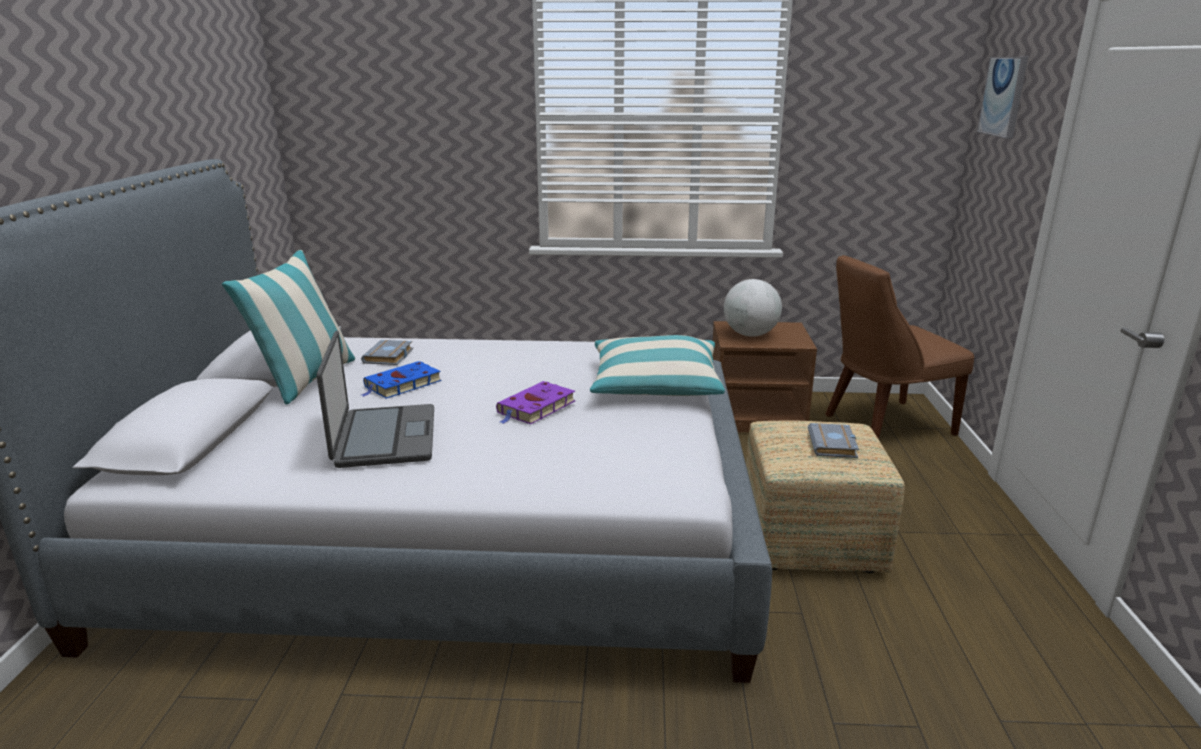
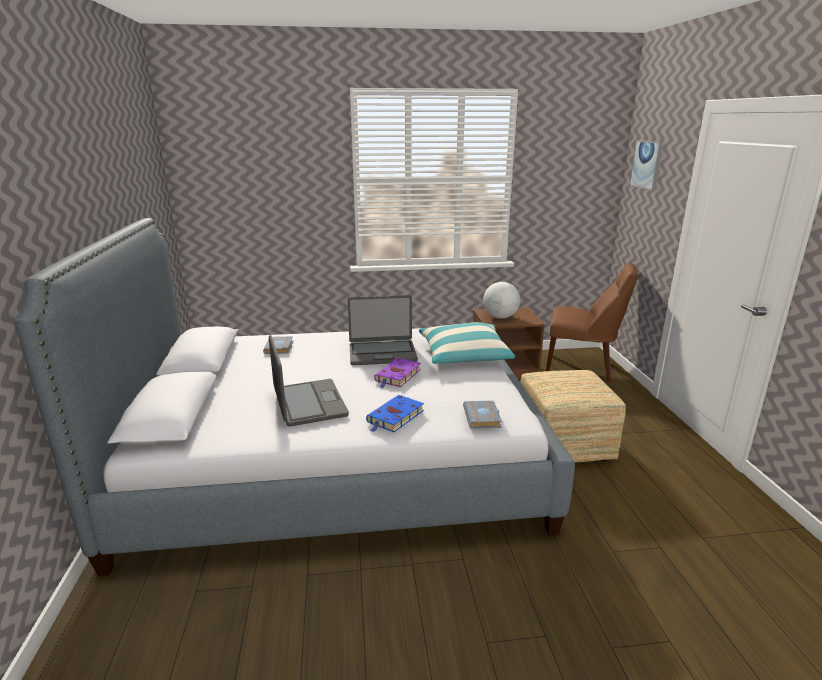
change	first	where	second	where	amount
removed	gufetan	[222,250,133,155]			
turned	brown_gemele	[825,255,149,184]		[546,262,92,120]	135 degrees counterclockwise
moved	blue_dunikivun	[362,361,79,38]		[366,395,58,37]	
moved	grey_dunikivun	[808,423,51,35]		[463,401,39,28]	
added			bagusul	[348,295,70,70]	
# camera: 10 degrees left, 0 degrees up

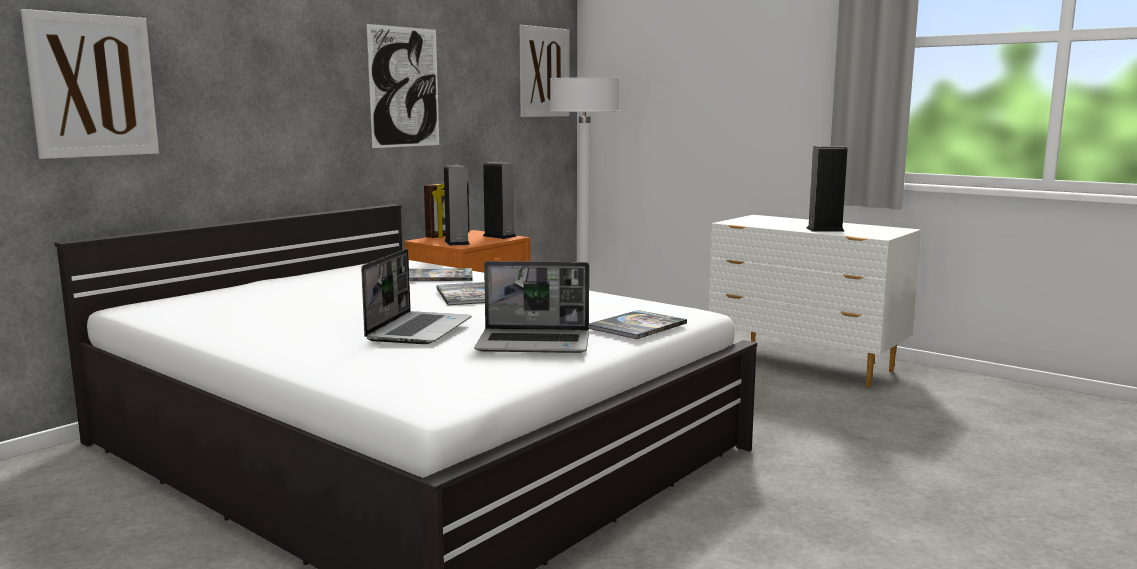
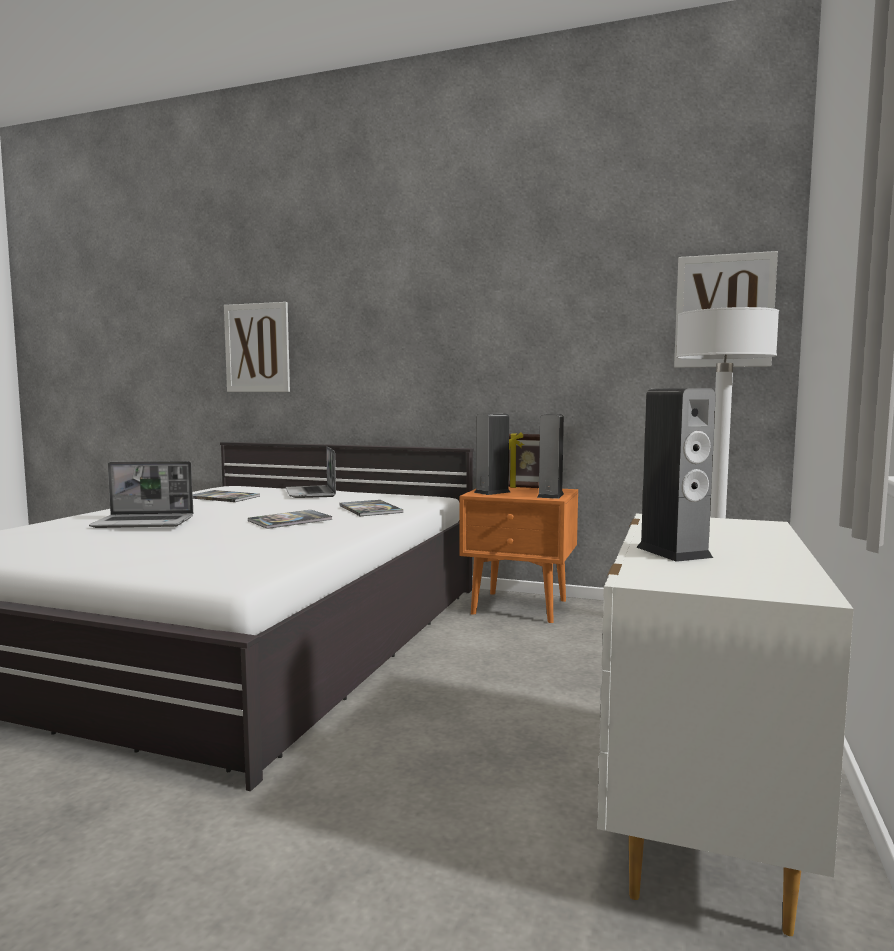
change	first	where	second	where	amount
removed	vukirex	[366,24,73,124]			
moved	bagusul	[474,261,115,92]		[286,446,50,52]	
moved	dunikivun	[589,310,98,29]		[193,490,67,12]	
# camera: 70 degrees right, 5 degrees down

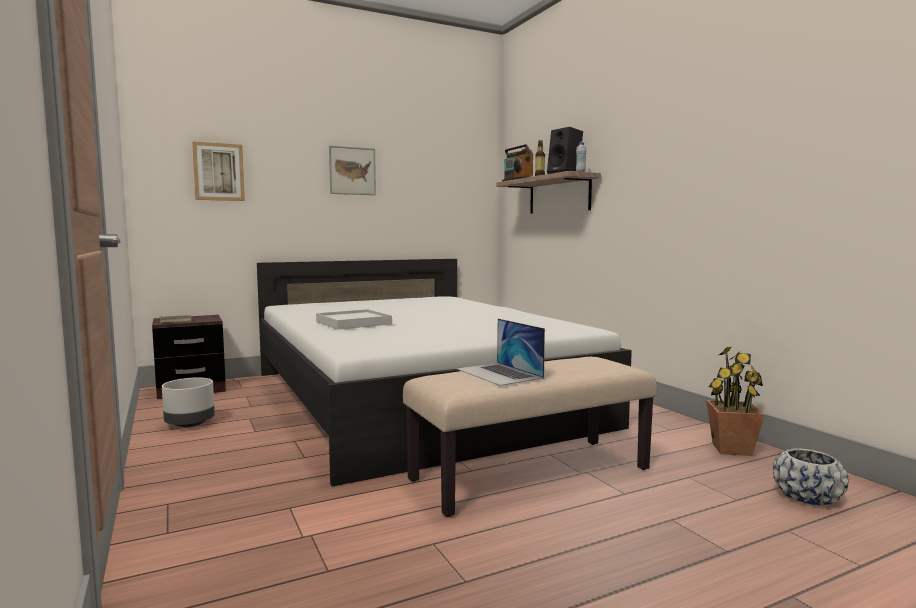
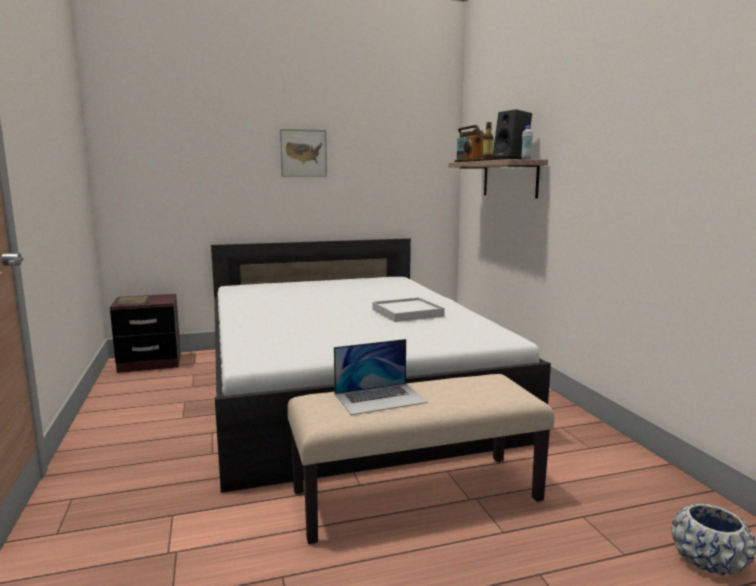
change	first	where	second	where	amount
removed	vukirex	[192,141,53,60]			
moved	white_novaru	[316,309,76,21]		[373,297,72,25]	
turned	bagusul	[457,319,88,67]		[334,339,94,76]	90 degrees counterclockwise
removed	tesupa	[706,347,59,109]			
removed	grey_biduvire	[162,377,53,50]			
# camera: 10 degrees right, 5 degrees up

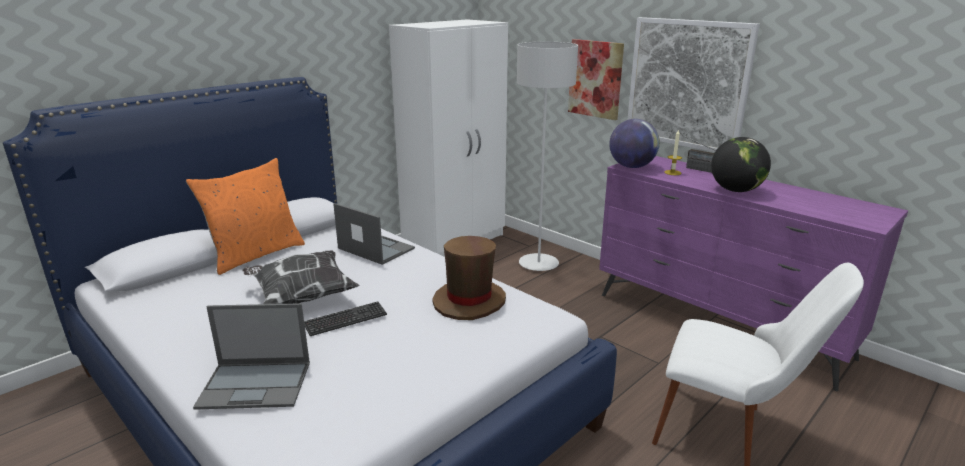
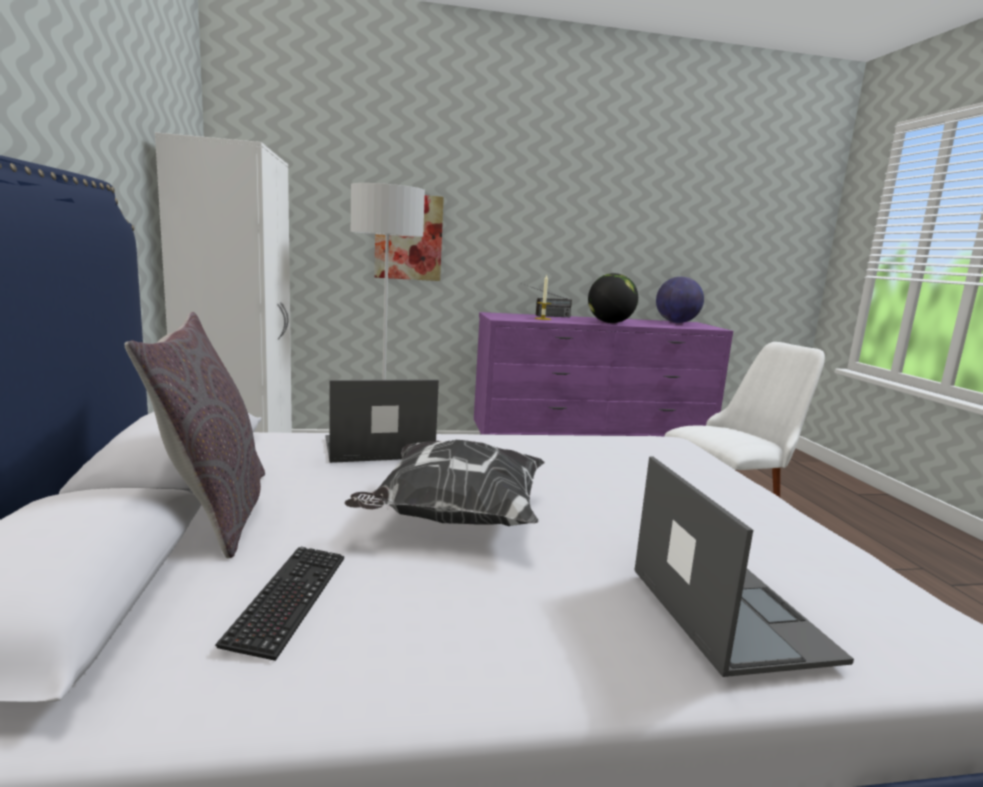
change	first	where	second	where	amount
removed	vukirex	[627,17,133,135]			
moved	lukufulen	[609,119,51,49]		[656,277,48,46]	
recoloured	orange_gufetan	[186,158,119,117]	grey_gufetan	[124,312,141,247]	
removed	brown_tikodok	[432,236,74,84]			
moved	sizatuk	[304,301,83,35]		[215,547,129,114]	
turned	bagusul	[193,303,117,107]		[635,457,219,220]	45 degrees counterclockwise
# camera: 55 degrees left, 10 degrees down

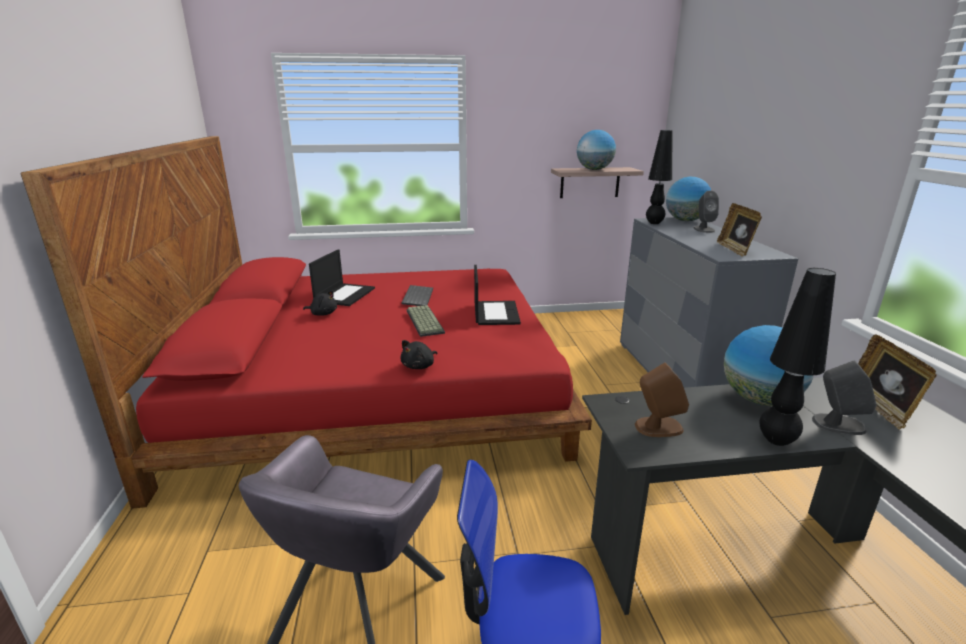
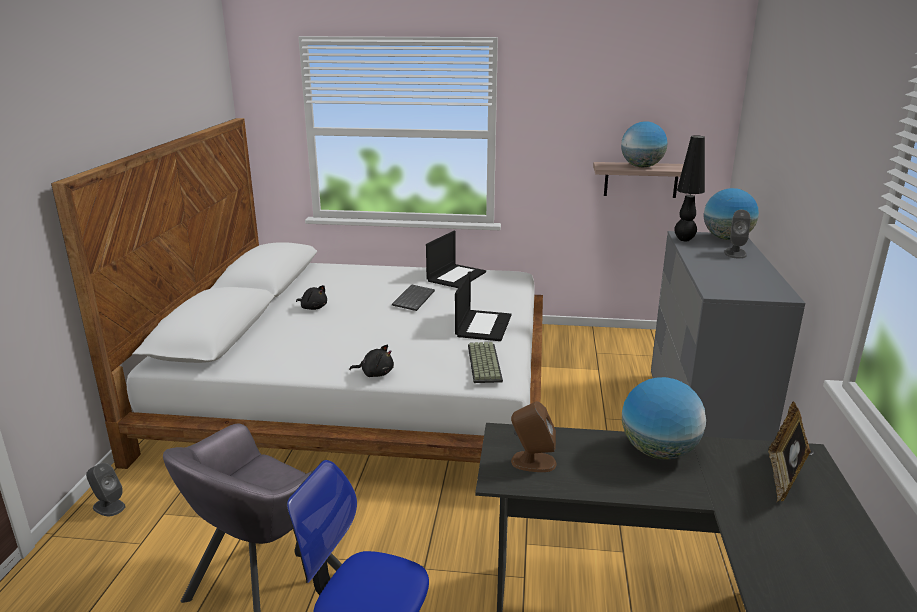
change	first	where	second	where	amount
recoloured	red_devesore	[20,136,572,373]	white_devesore	[51,118,492,351]	
removed	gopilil	[717,203,45,53]			
moved	bagusul	[309,250,66,56]		[426,231,60,57]	
removed	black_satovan	[759,268,77,178]			
moved	sizatuk	[407,305,38,32]		[468,342,35,41]	
turned	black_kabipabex	[400,340,37,29]		[349,345,45,32]	135 degrees counterclockwise
moved	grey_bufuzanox	[812,360,65,75]		[86,463,40,53]	
# camera: 15 degrees right, 0 degrees up

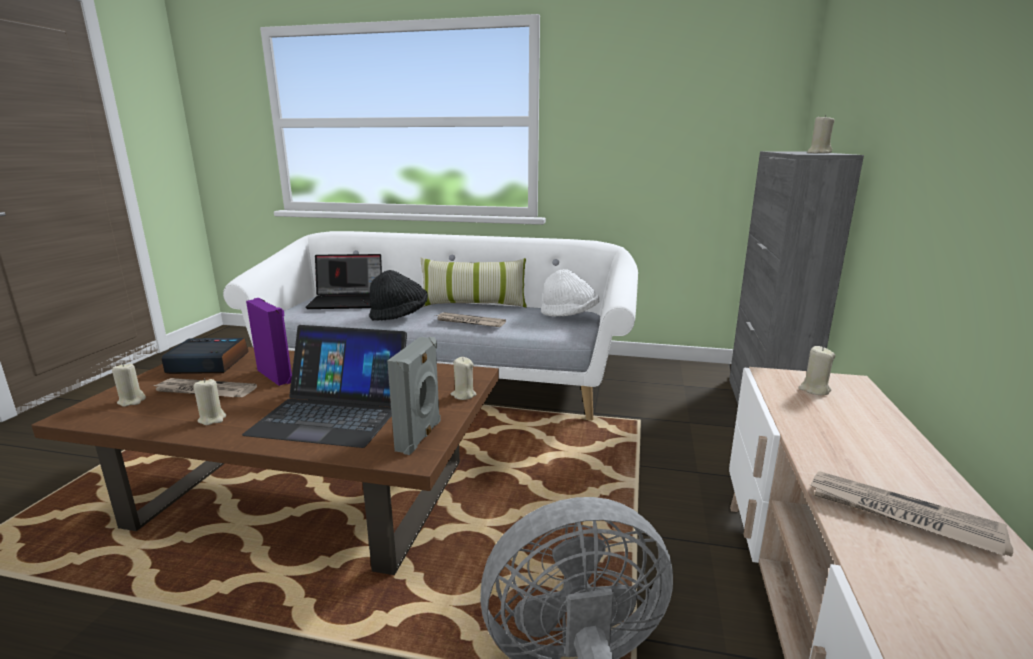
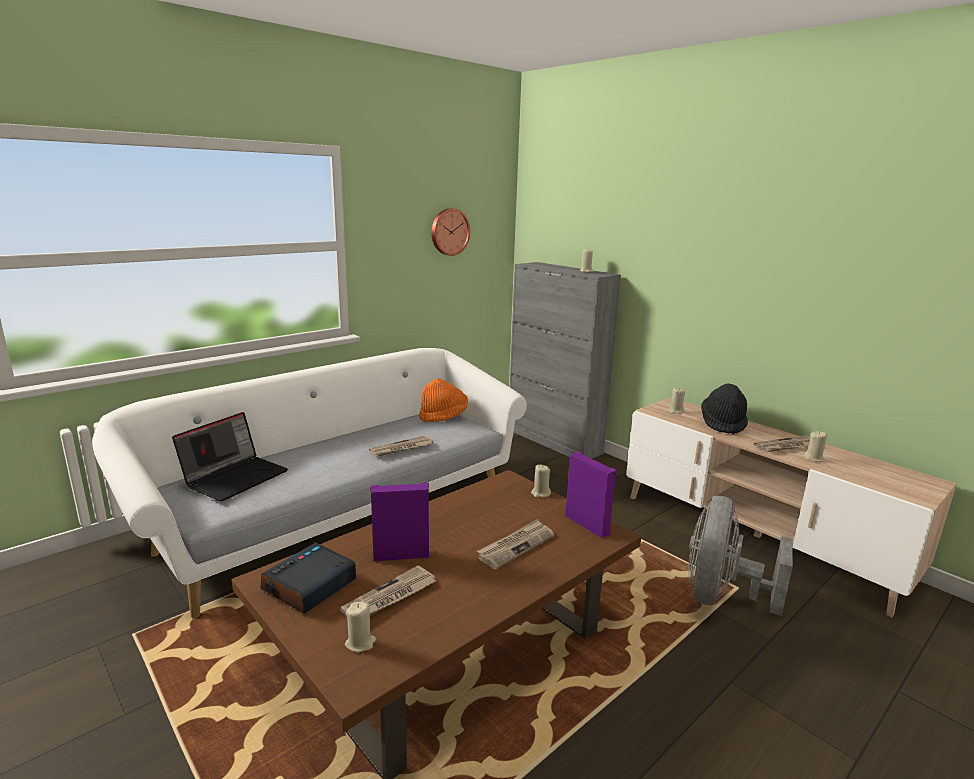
change	first	where	second	where	amount
removed	gufetan	[421,258,106,50]			
recoloured	white_tikodok	[541,269,58,48]	orange_tikodok	[419,379,49,43]	
moved	black_tikodok	[369,270,59,51]		[701,384,47,50]	
replaced	bagusul	[242,325,165,123]	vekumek	[477,519,77,51]	
recoloured	grey_bufuzanox	[387,337,54,118]	purple_bufuzanox	[565,452,52,86]	
moved	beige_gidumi	[194,378,32,47]		[804,431,23,31]	
added			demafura	[431,208,39,48]	
# camera: 55 degrees left, 0 degrees up

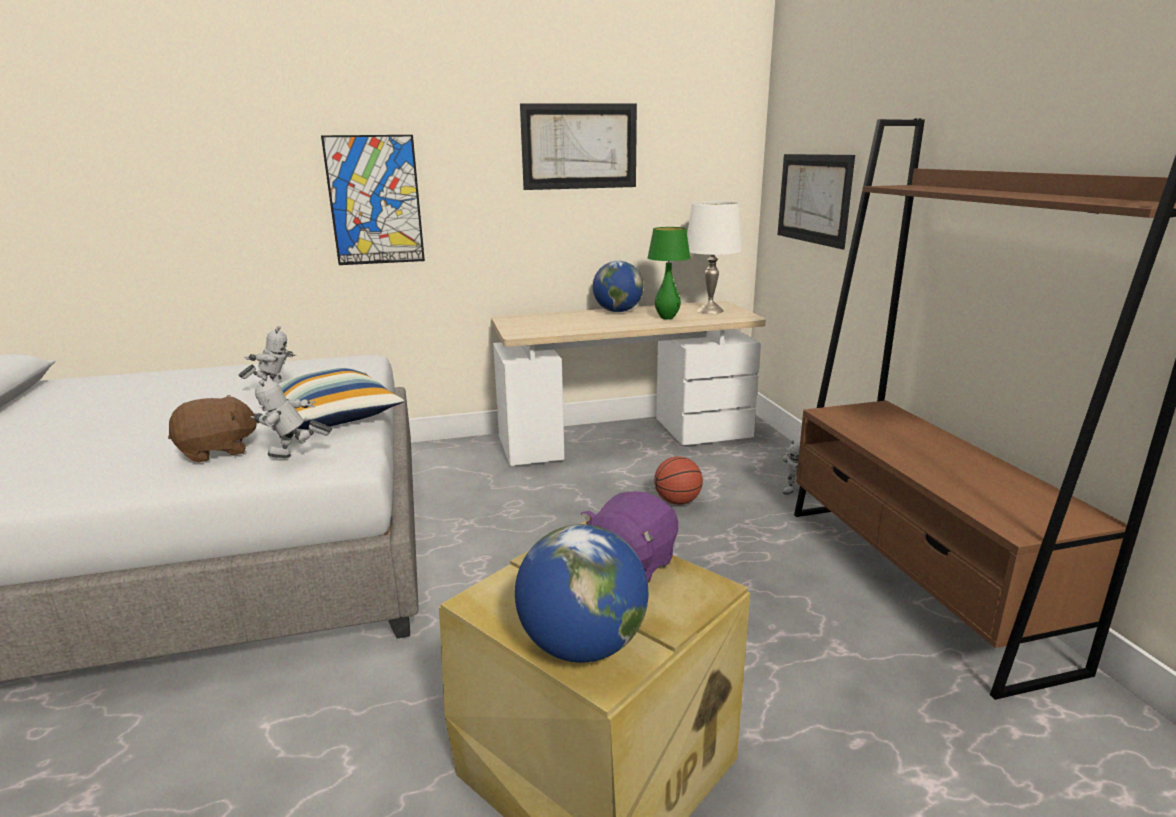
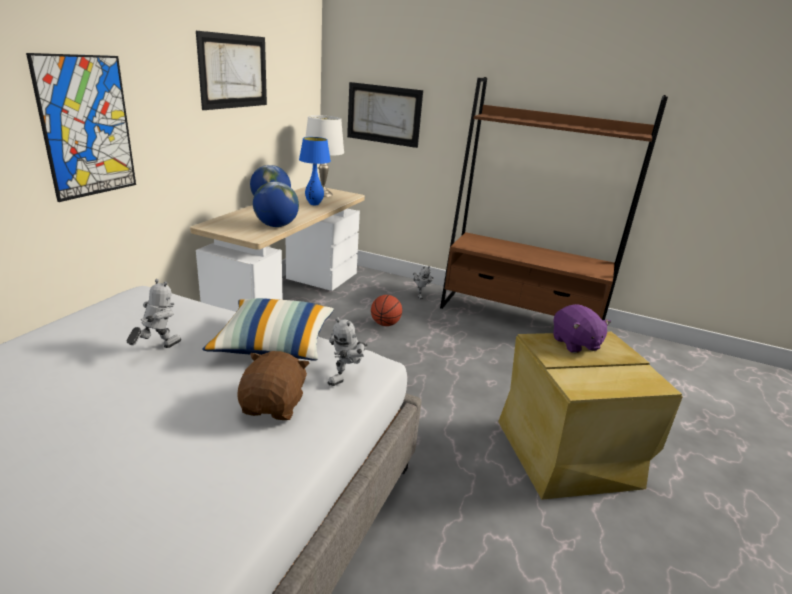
change	first	where	second	where	amount
recoloured	green_satovan	[647,227,43,92]	blue_satovan	[299,137,32,68]	
moved	lukufulen	[515,524,133,139]		[253,182,46,45]	
# camera: 55 degrees left, 5 degrees up

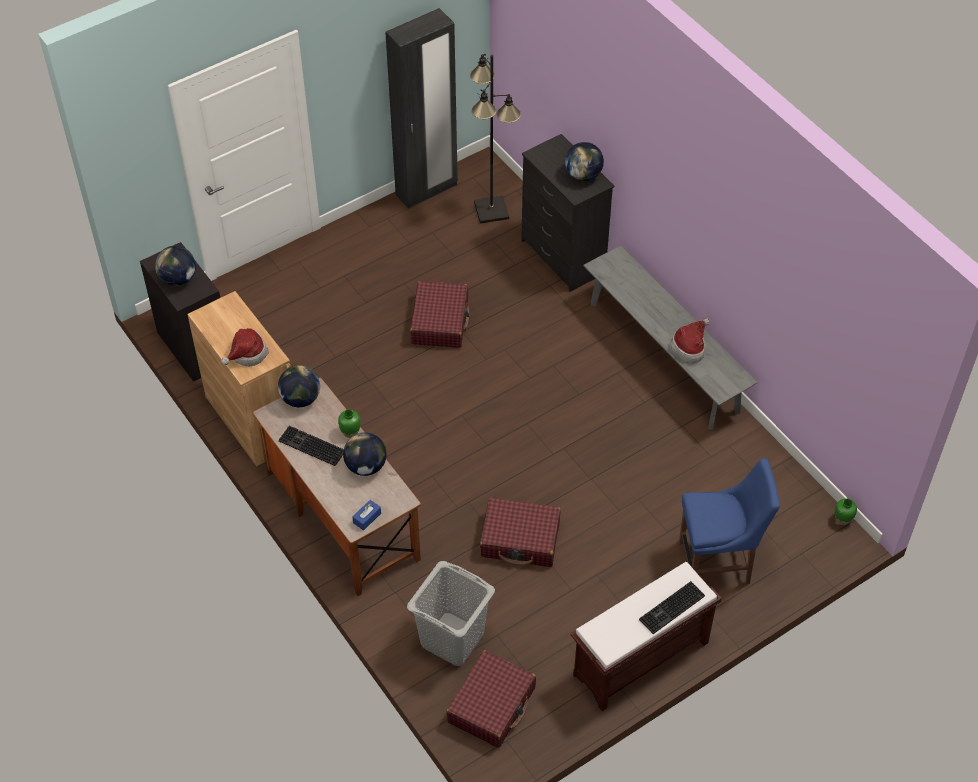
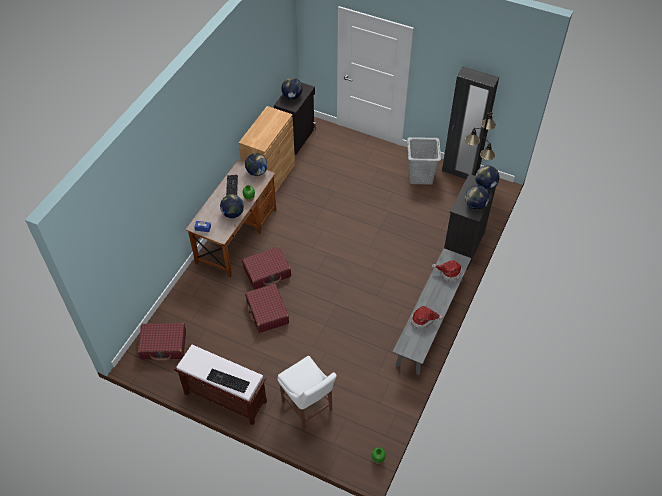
change	first	where	second	where	amount
moved	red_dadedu	[410,281,59,67]		[242,246,49,43]	
moved	tikodok	[221,328,48,38]		[432,260,30,22]	
recoloured	blue_gemele	[679,458,101,126]	white_gemele	[277,356,60,73]	
moved	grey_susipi	[407,561,88,105]		[407,137,34,48]	
added			lukufulen	[475,165,25,24]	
# camera: 60 degrees right, 0 degrees up

